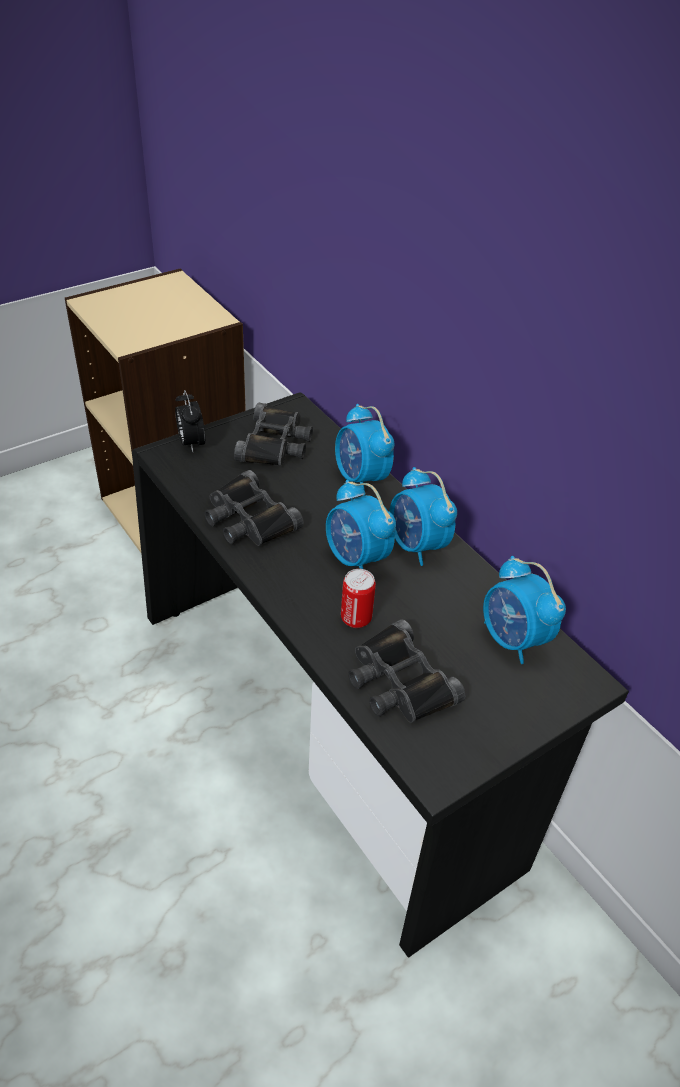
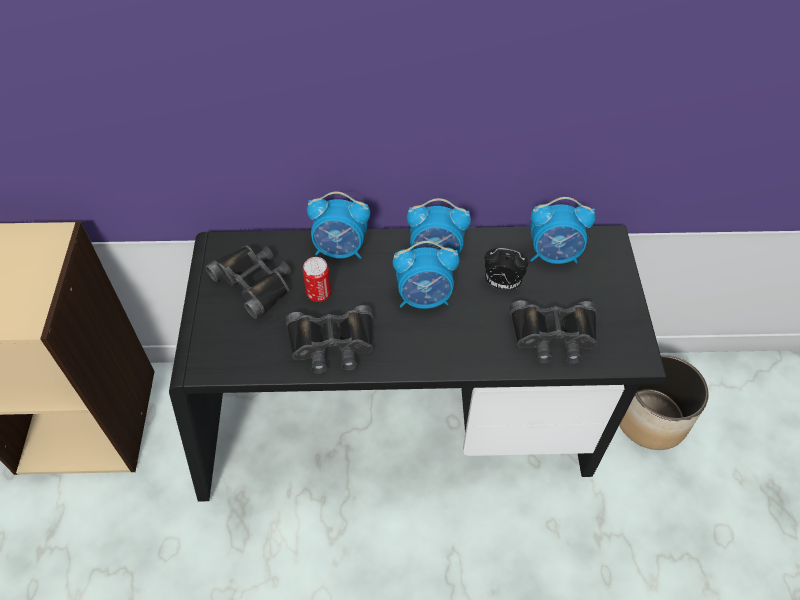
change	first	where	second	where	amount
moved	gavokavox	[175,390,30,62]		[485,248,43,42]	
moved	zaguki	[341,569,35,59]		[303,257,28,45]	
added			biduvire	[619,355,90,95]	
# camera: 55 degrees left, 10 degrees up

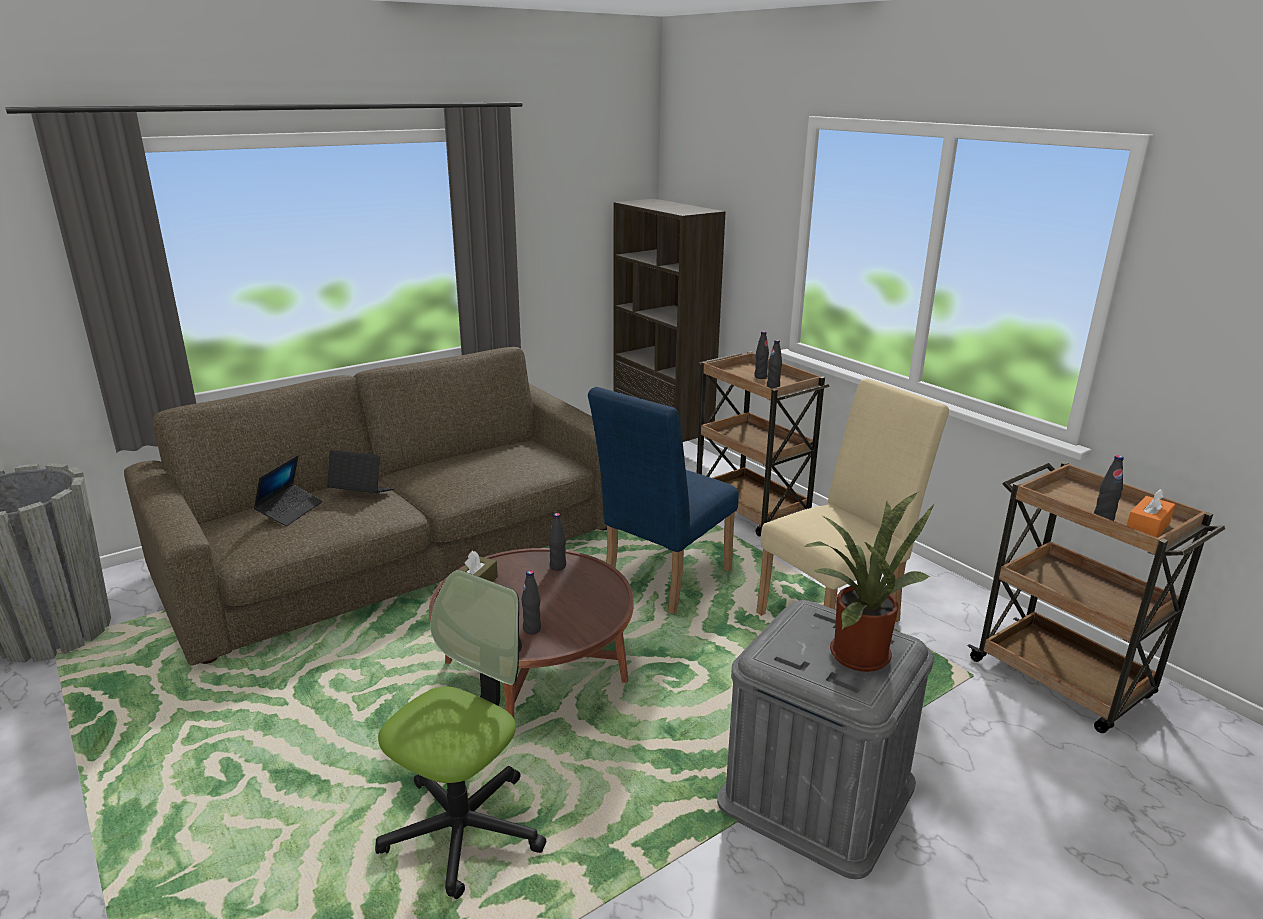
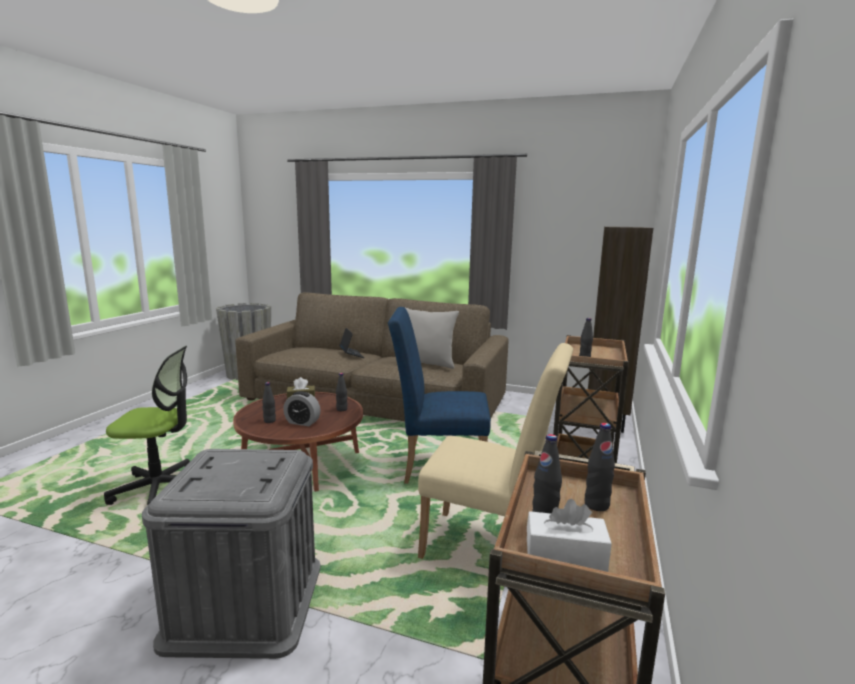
change	first	where	second	where	amount
moved	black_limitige	[754,331,15,48]		[584,423,31,88]	
removed	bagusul	[253,455,70,71]			
recoloured	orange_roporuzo	[1127,489,48,49]	white_roporuzo	[527,499,85,73]	
removed	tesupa	[805,492,129,180]			
added			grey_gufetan	[406,308,53,61]	
added			gavokavox	[283,391,38,35]	
# camera: 55 degrees right, 10 degrees down

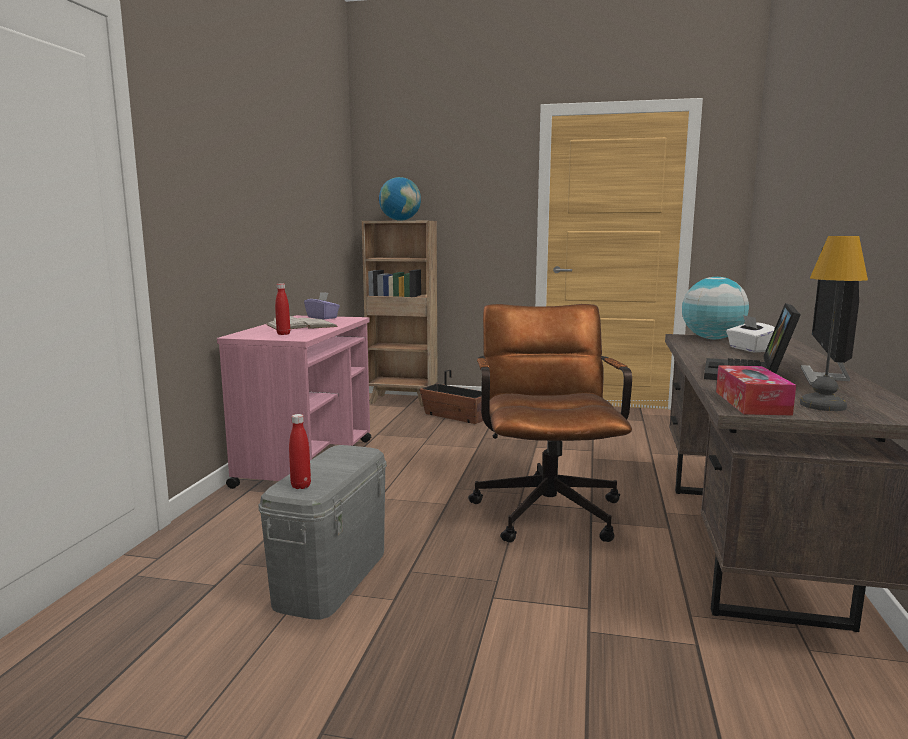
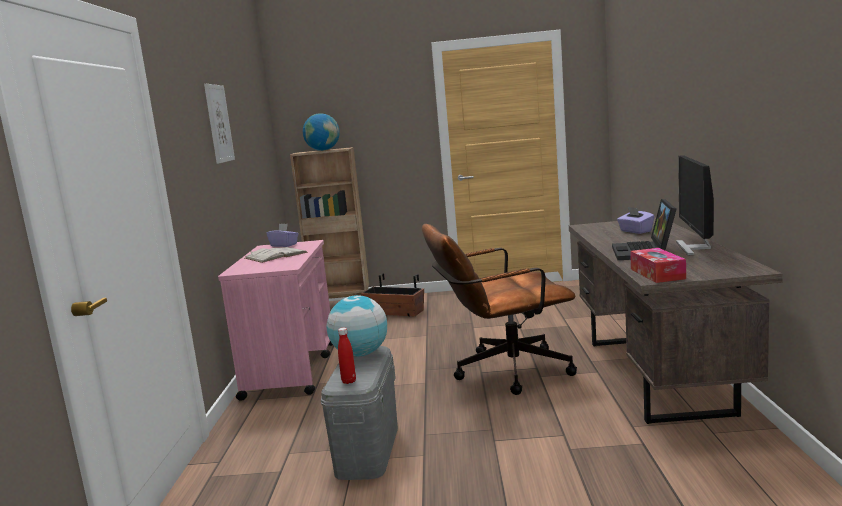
change	first	where	second	where	amount
removed	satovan	[800,236,68,175]			
moved	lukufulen	[682,277,67,62]		[327,295,60,62]	
removed	red_limitige	[275,283,15,52]			
turned	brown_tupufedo	[468,304,164,238]		[422,224,155,171]	90 degrees counterclockwise
recoloured	white_roporuzo	[726,315,49,38]	purple_roporuzo	[617,207,38,27]	
added			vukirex	[204,84,31,80]	
# camera: 10 degrees left, 0 degrees up

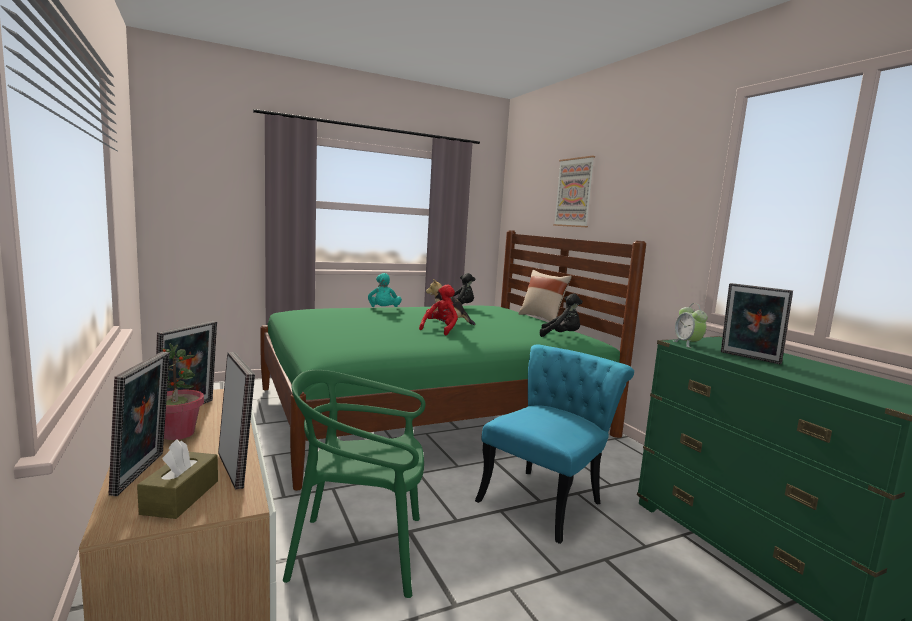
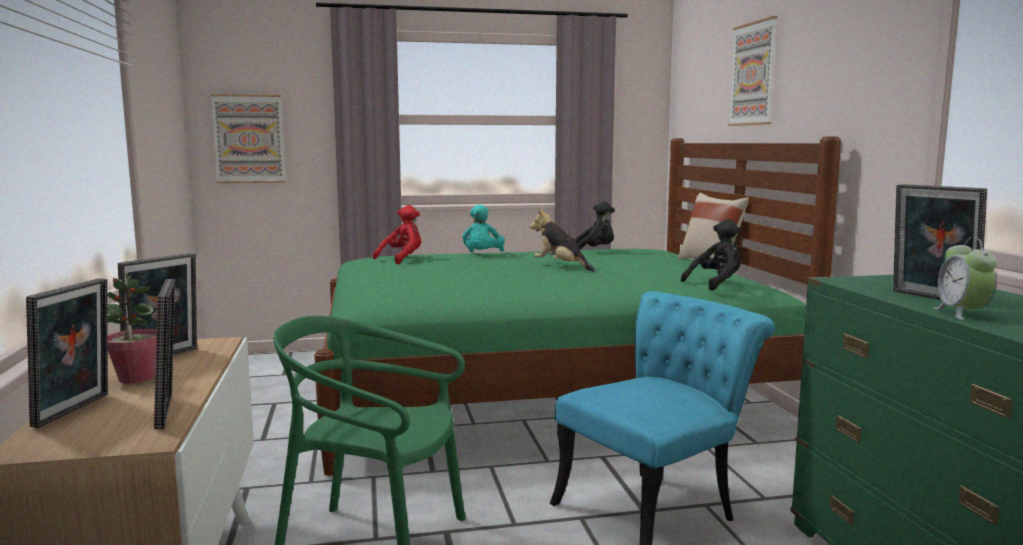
change	first	where	second	where	amount
moved	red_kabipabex	[419,284,39,52]		[373,205,48,59]	
turned	black_kabipabex	[540,293,43,44]		[681,219,60,72]	60 degrees counterclockwise
moved	gavokavox	[673,303,35,45]		[934,237,63,83]	
removed	brown_roporuzo	[137,439,81,80]			
added			vukirex	[211,94,75,89]	
# camera: 15 degrees right, 0 degrees up

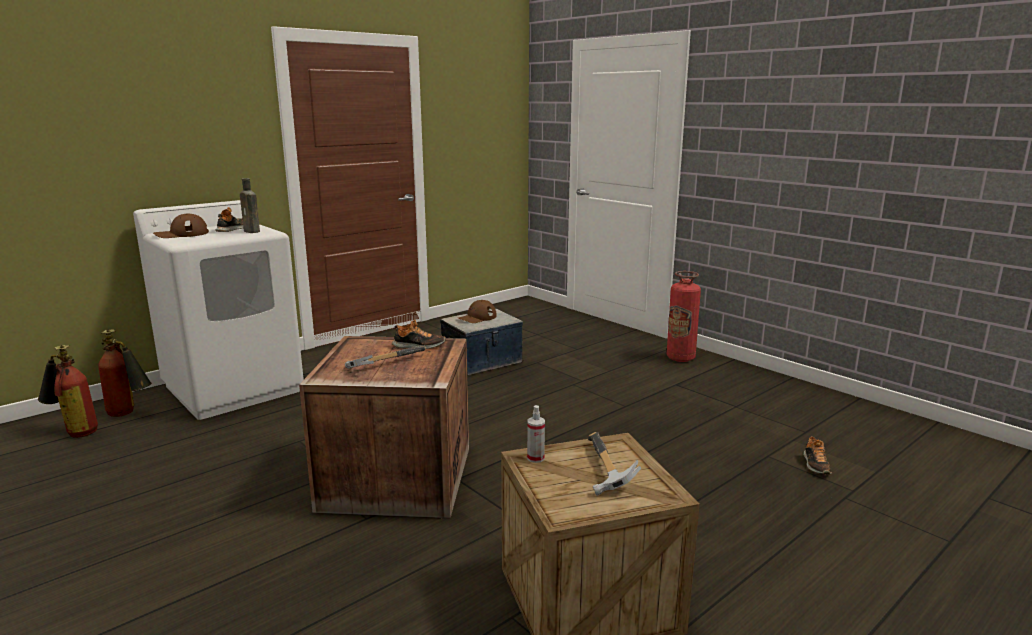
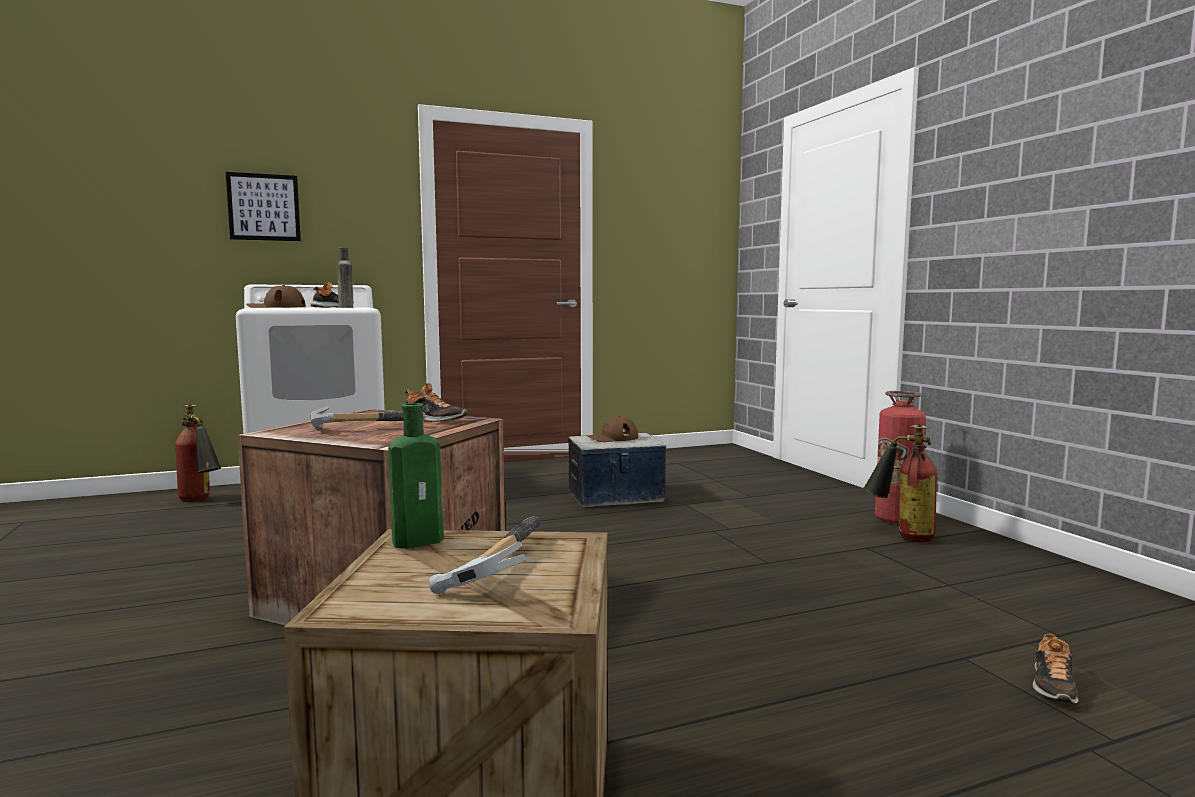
change	first	where	second	where	amount
moved	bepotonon	[38,345,60,93]		[864,424,73,118]	
replaced	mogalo	[527,405,18,58]	green_limitige	[388,403,56,146]	
added			vukirex	[226,172,75,69]	
# camera: 20 degrees right, 10 degrees down

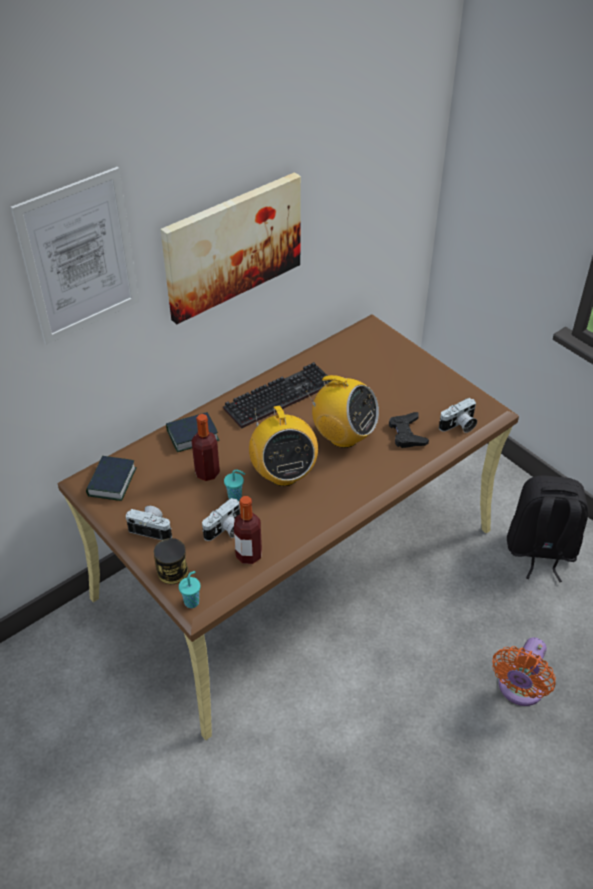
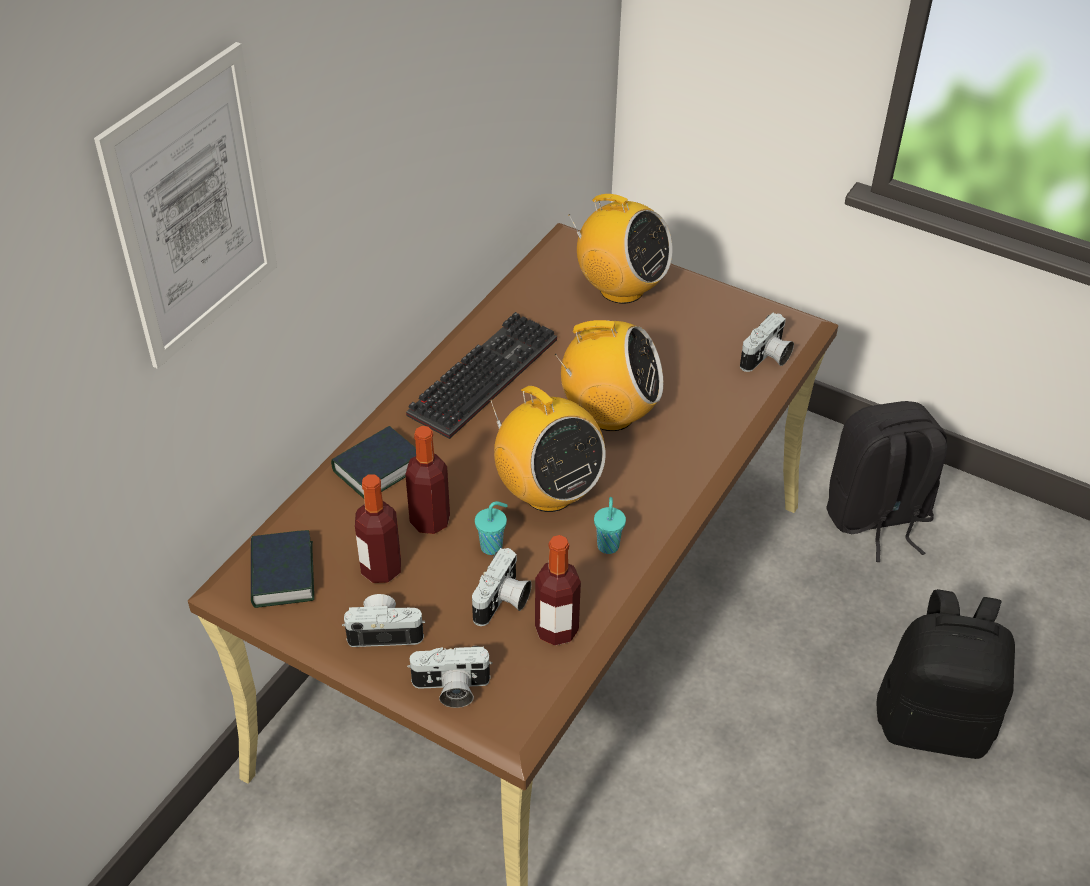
change	first	where	second	where	amount
removed	vukirex	[160,172,141,152]			
removed	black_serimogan	[389,412,40,36]			
replaced	zaguki	[154,538,34,46]	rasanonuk	[407,646,86,62]	
moved	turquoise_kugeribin	[179,571,21,37]		[594,497,32,57]	
replaced	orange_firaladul	[492,637,64,69]	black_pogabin	[877,589,138,170]	
added			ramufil	[568,194,105,110]	
added			limitige	[355,474,46,109]	
# camera: 20 degrees left, 0 degrees up

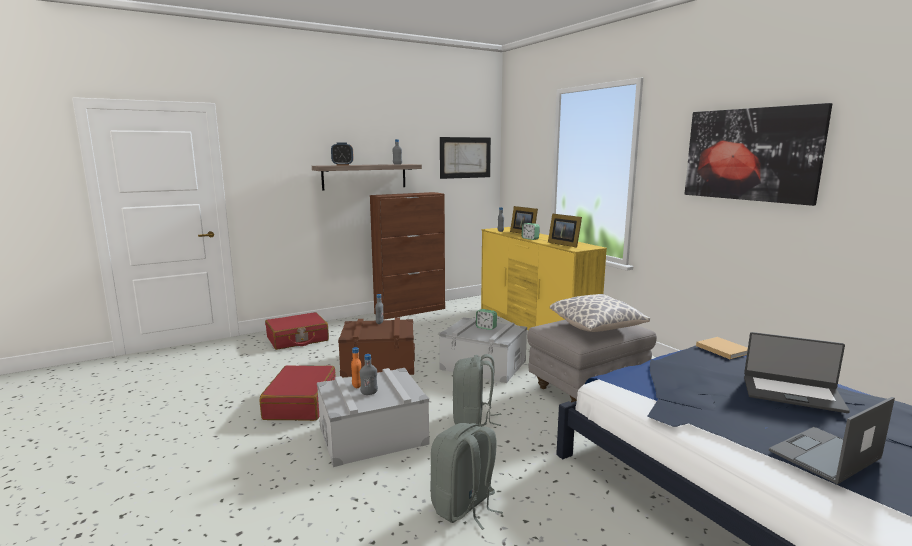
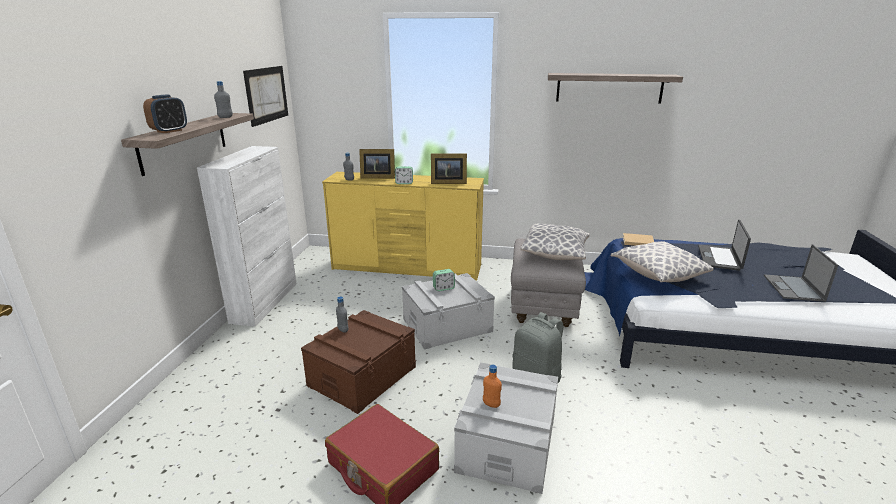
change	first	where	second	where	amount
replaced	vukirex	[684,103,149,103]	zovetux	[548,73,135,31]	
recoloured	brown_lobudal	[370,192,75,128]	white_lobudal	[197,146,100,180]	
removed	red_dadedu	[265,312,64,38]			
turned	bagusul	[744,332,106,81]		[698,220,53,51]	135 degrees clockwise
removed	grey_limitige	[360,354,18,41]			
removed	grey_pogabin	[431,423,72,107]			
added			gufetan	[611,241,103,42]	
# camera: 50 degrees left, 10 degrees up

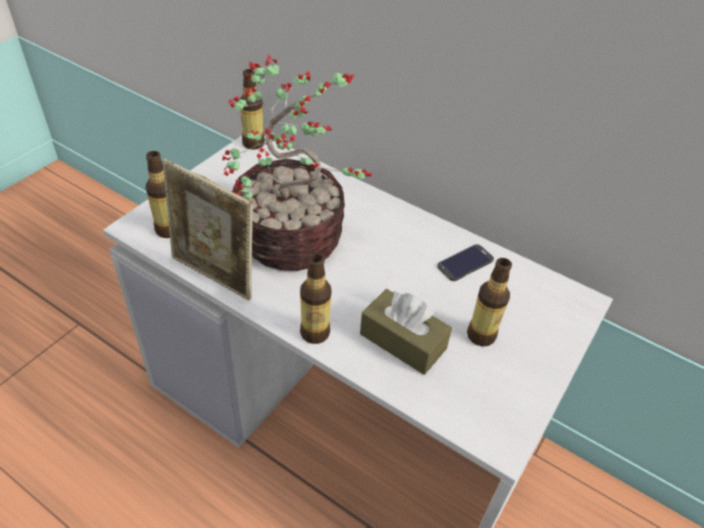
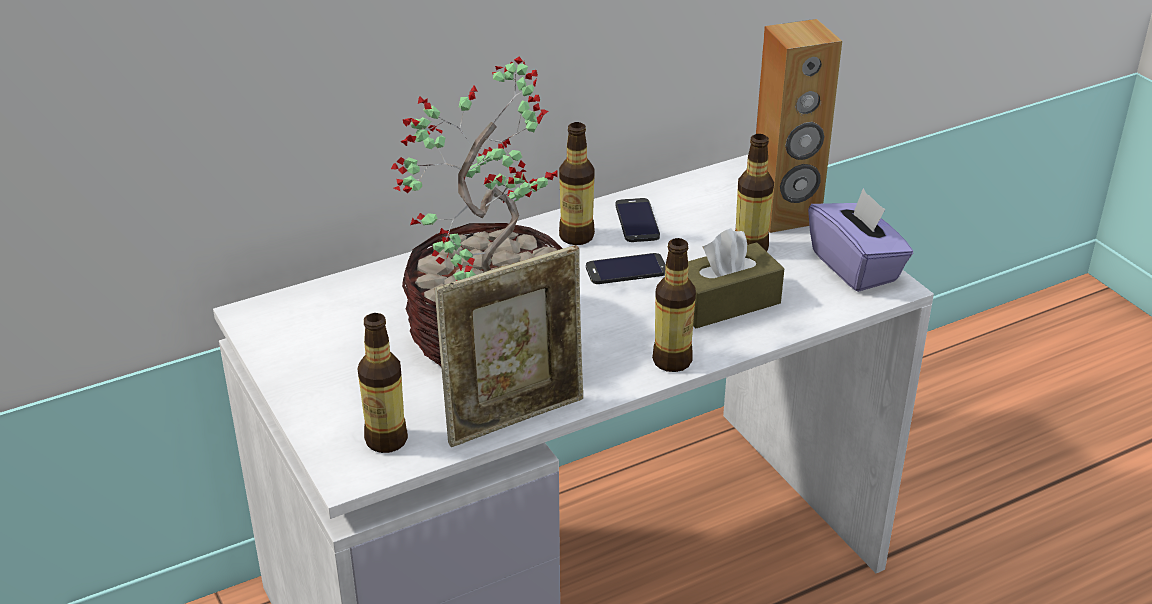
change	first	where	second	where	amount
moved	limitige	[240,69,25,81]		[559,122,36,123]	
added			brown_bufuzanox	[756,19,86,214]	
added			purple_roporuzo	[808,188,105,104]	
added			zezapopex	[586,253,80,31]	
# camera: 60 degrees left, 10 degrees down

